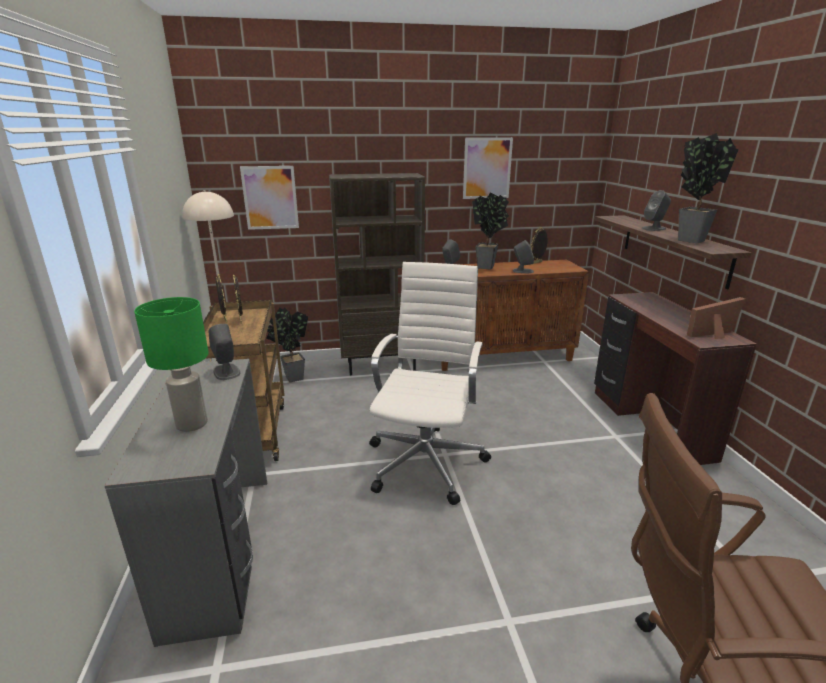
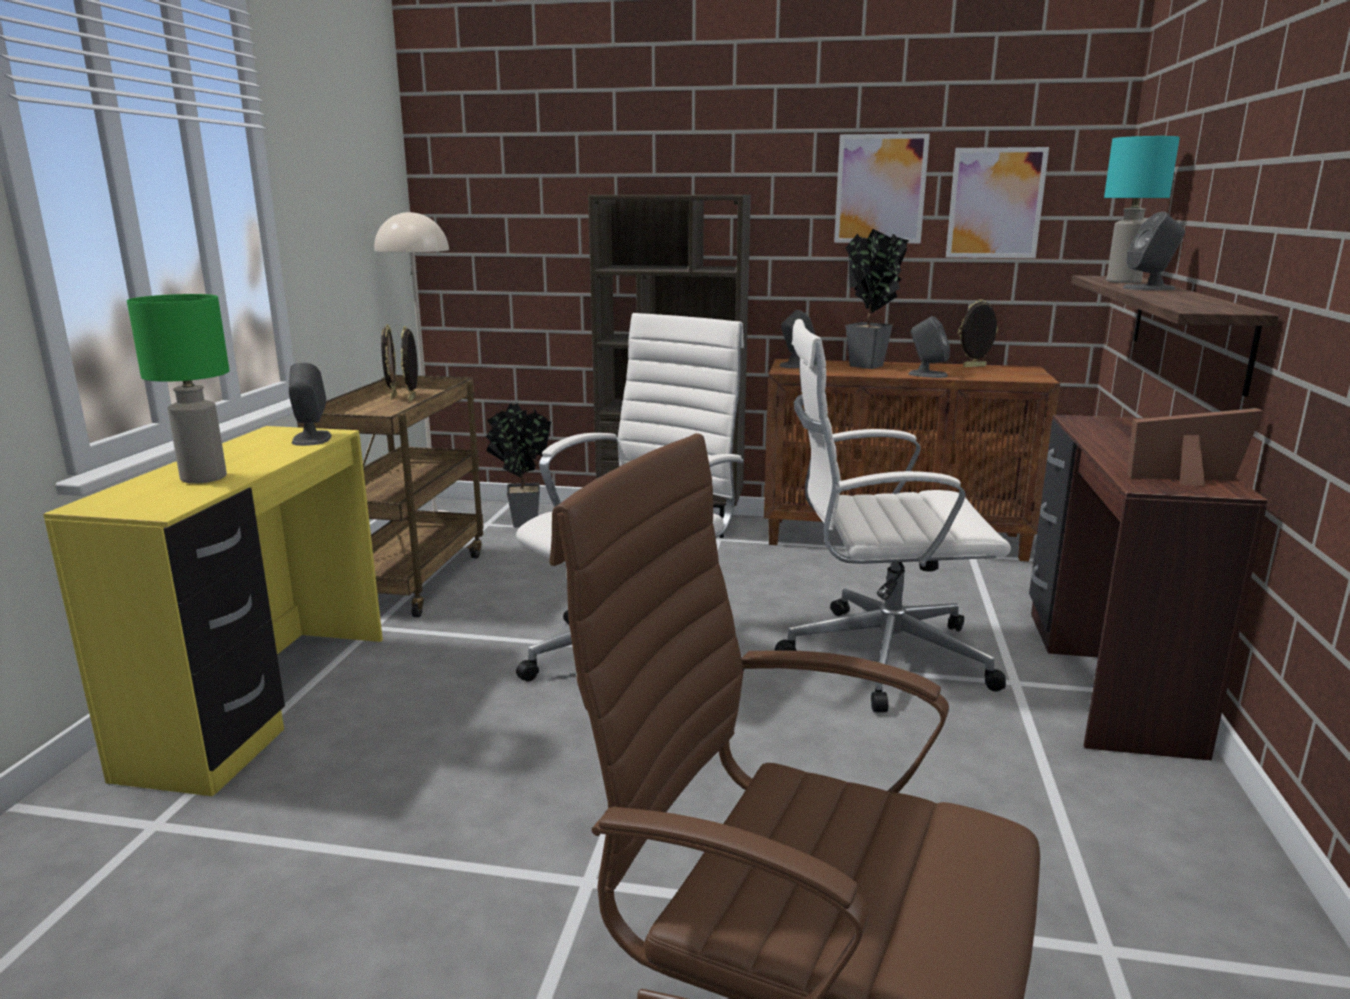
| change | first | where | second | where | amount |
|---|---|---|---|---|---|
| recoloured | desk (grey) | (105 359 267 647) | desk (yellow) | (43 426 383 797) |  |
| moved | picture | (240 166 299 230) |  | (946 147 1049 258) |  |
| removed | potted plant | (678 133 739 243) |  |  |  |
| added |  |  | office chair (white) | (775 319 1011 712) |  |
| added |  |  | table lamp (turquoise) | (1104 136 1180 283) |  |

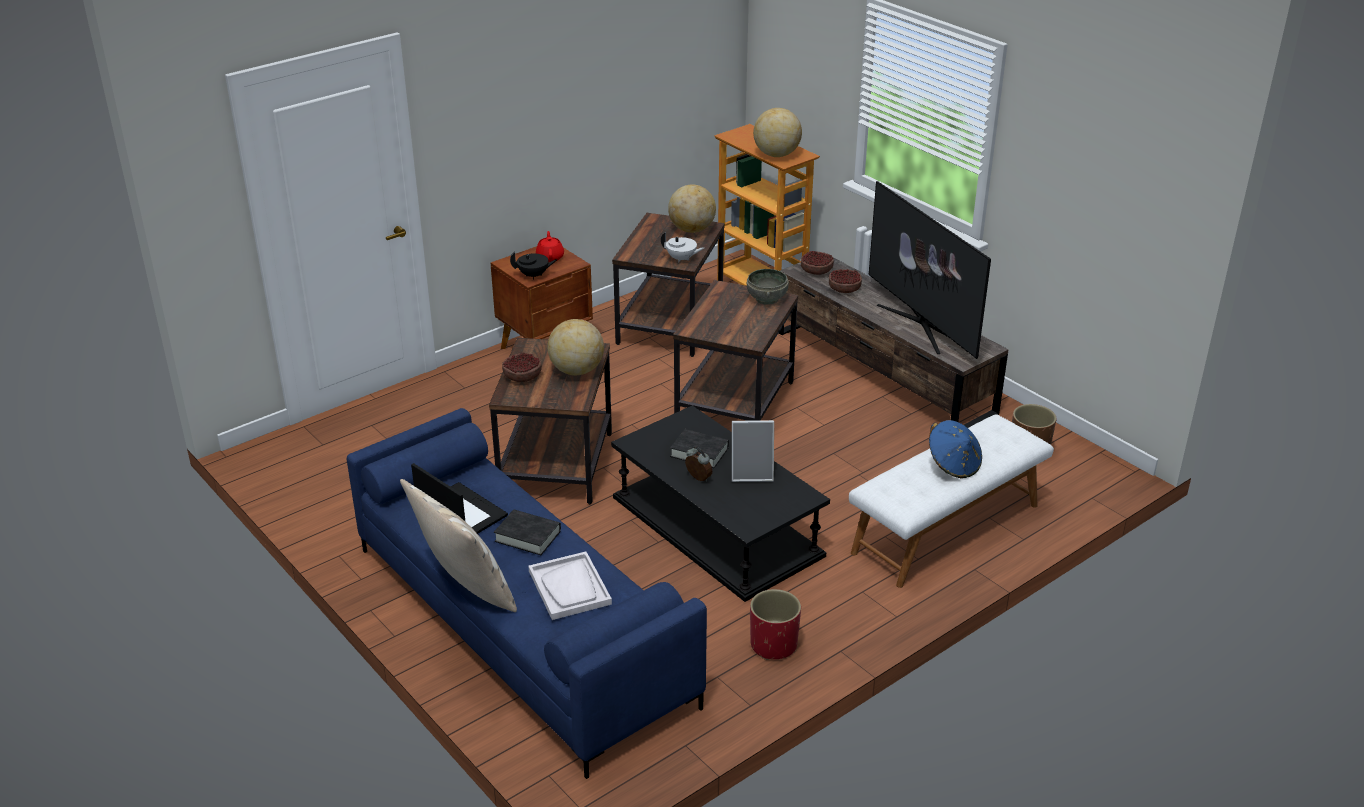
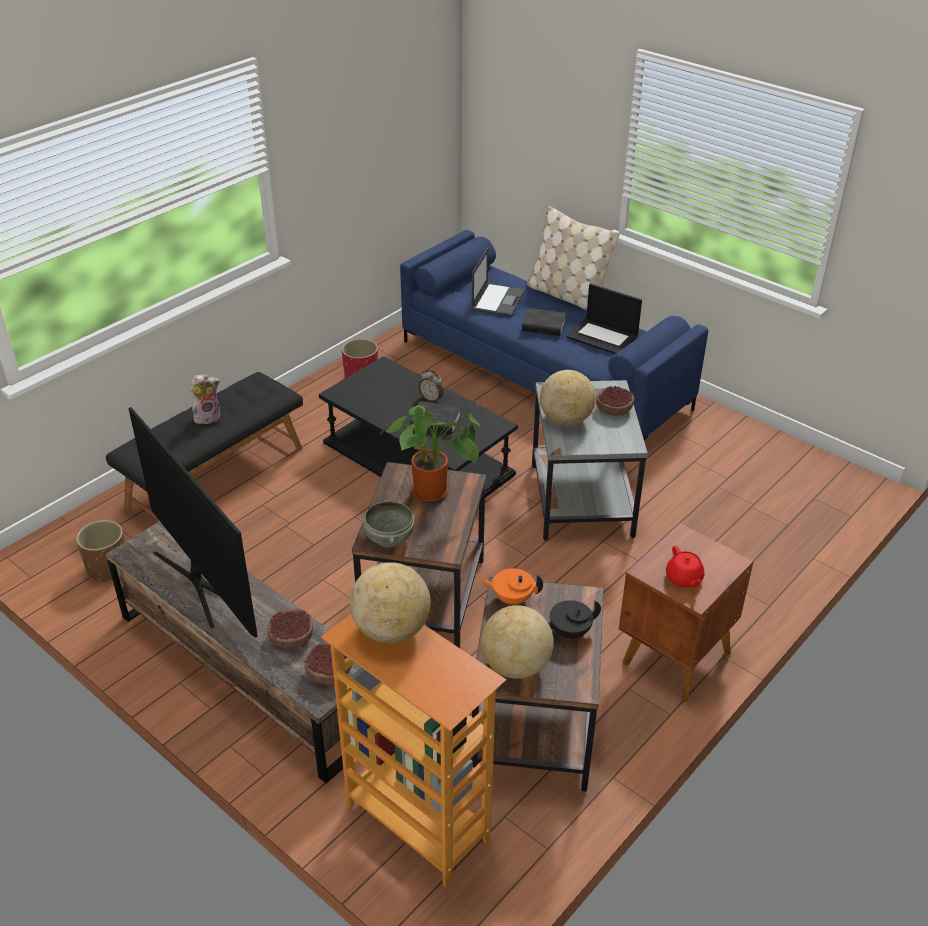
| change | first | where | second | where | amount |
|---|---|---|---|---|---|
| recoloured | side table (brown) | (489 338 612 504) | side table (grey) | (532 380 648 541) |  |
| moved | teapot (black) | (510 252 558 280) |  | (548 600 601 639) |  |
| replaced | tray (white) | (529 551 612 620) | laptop | (471 248 525 317) |  |
| recoloured | teapot (white) | (661 232 704 263) | teapot (orange) | (481 568 543 606) |  |
| removed | picture frame | (732 420 774 482) |  |  |  |
| recoloured | bench (white) | (849 414 1054 588) | bench (black) | (106 372 303 520) |  |
| replaced | hat (blue) | (929 420 982 478) | plush toy | (190 374 220 424) |  |
| added |  |  | potted plant | (380 405 481 502) |  |

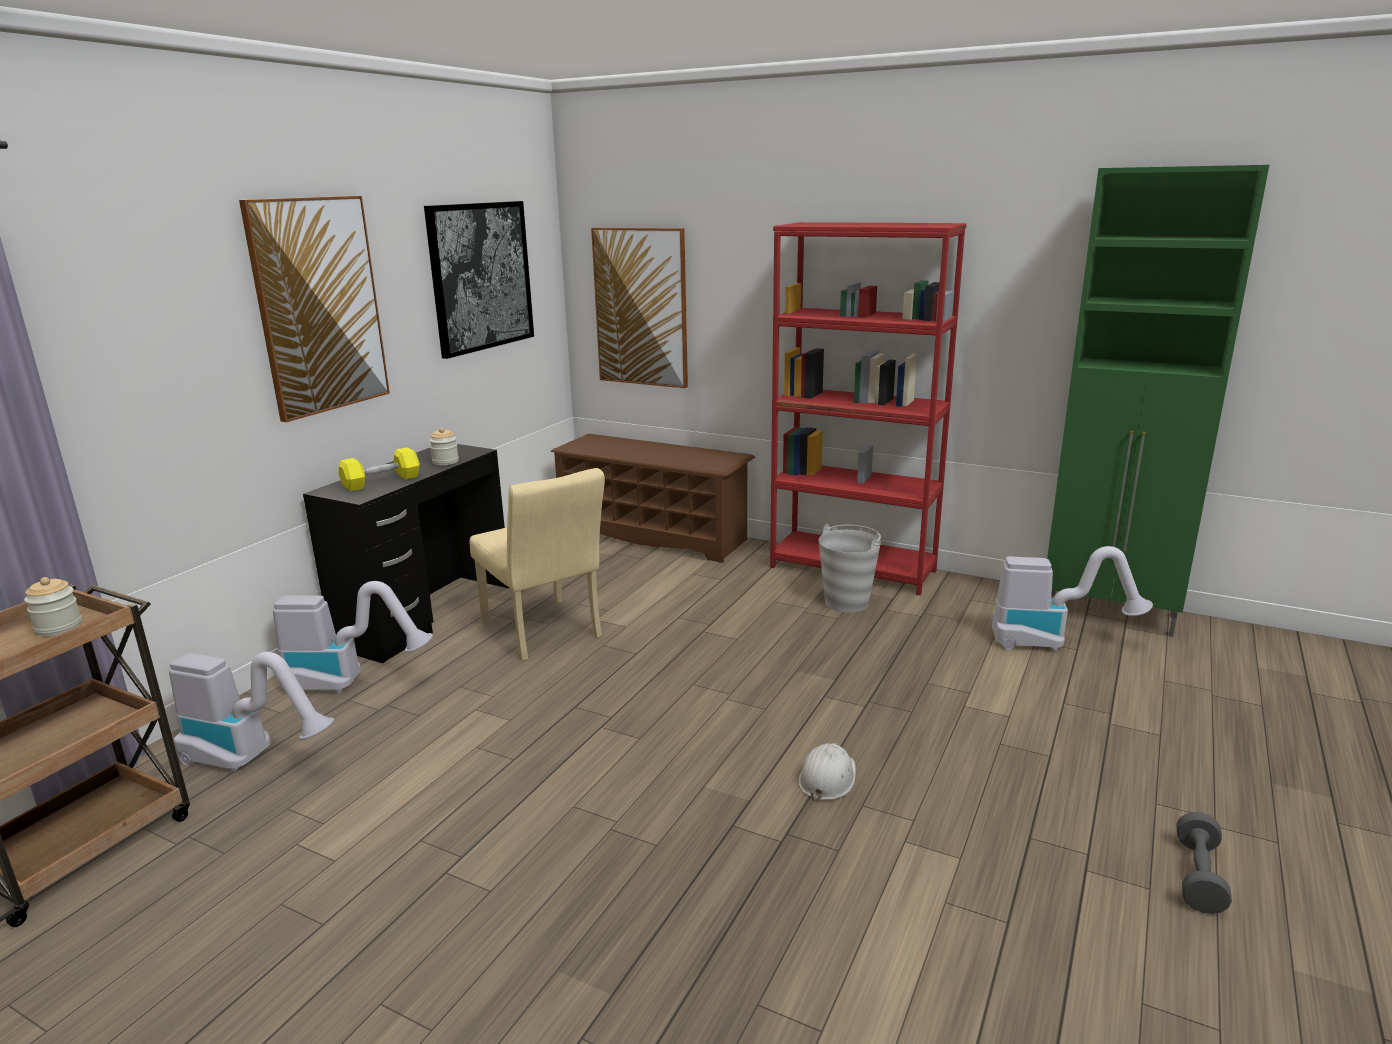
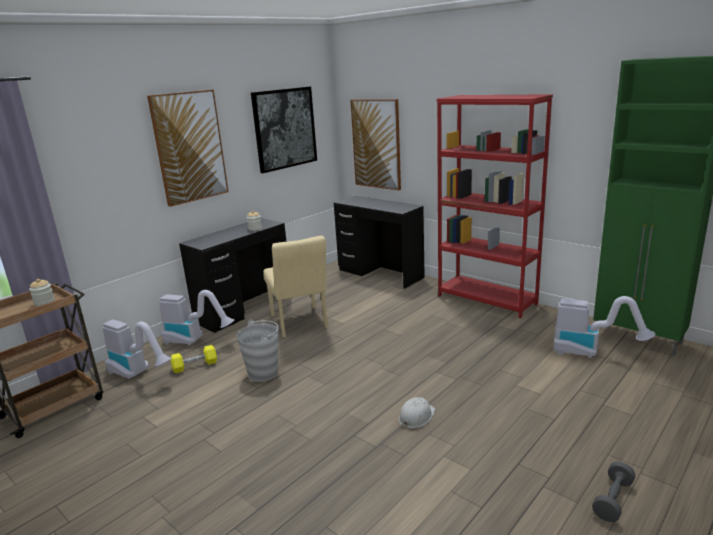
| change | first | where | second | where | amount |
|---|---|---|---|---|---|
| moved | dumbbell (yellow) | (339 447 420 491) |  | (171 345 217 373) |  |
| replaced | shoe rack (brown) | (550 434 755 563) | desk (black) | (334 196 425 289) |  |
| moved | bucket (grey) | (819 524 881 612) |  | (236 319 279 382) |  |

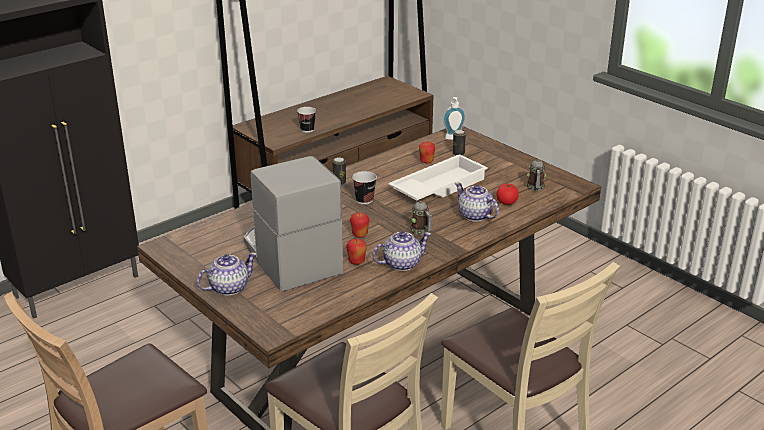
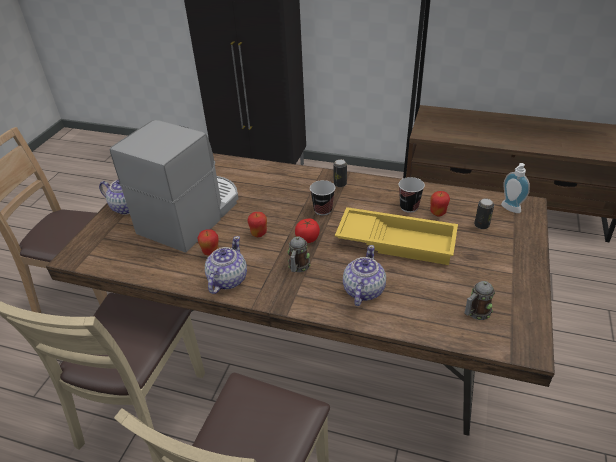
| change | first | where | second | where | amount |
|---|---|---|---|---|---|
| moved | cup | (297 107 316 132) |  | (399 177 425 213) |  |
| turned | teapot | (373 231 431 271) |  | (205 236 247 294) | 105 degrees counterclockwise |
| recoloured | tray (white) | (388 154 488 201) | tray (yellow) | (335 207 458 265) |  |
| moved | tomato | (497 184 519 205) |  | (295 219 320 243) |  |

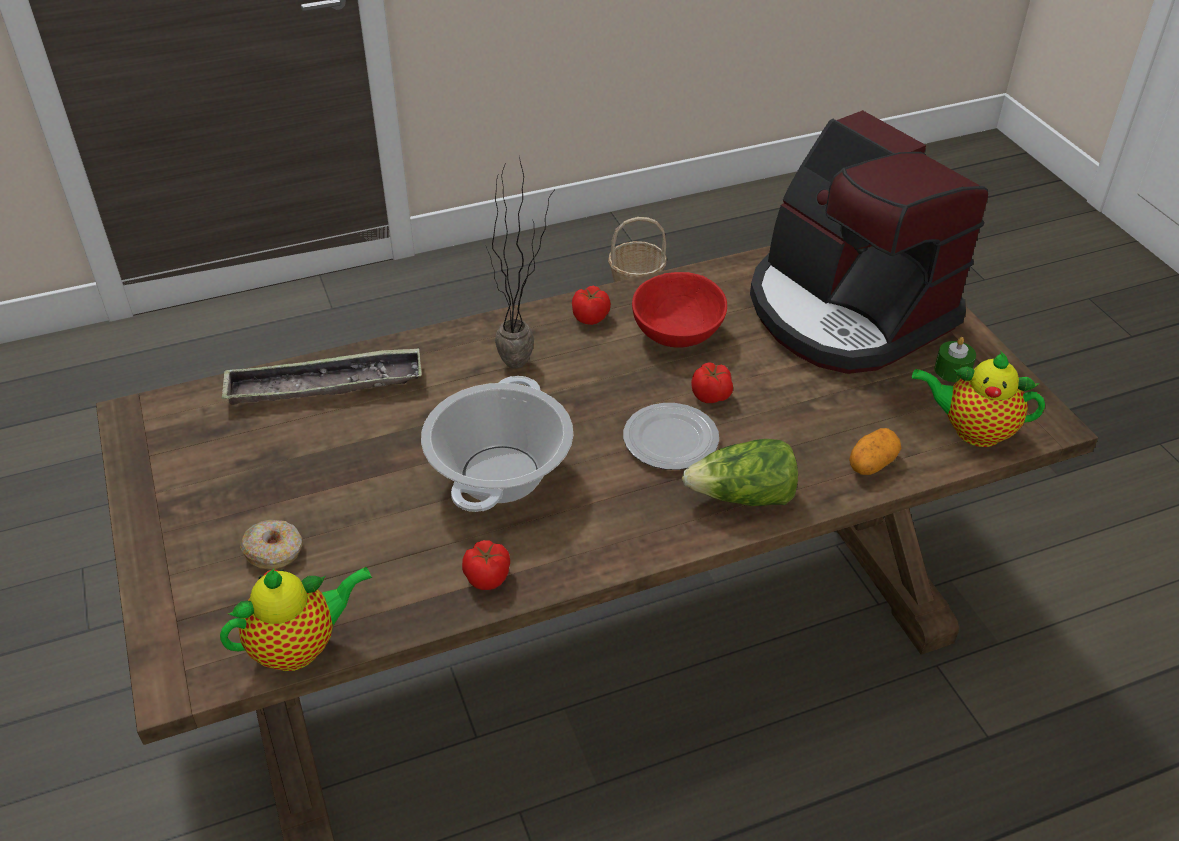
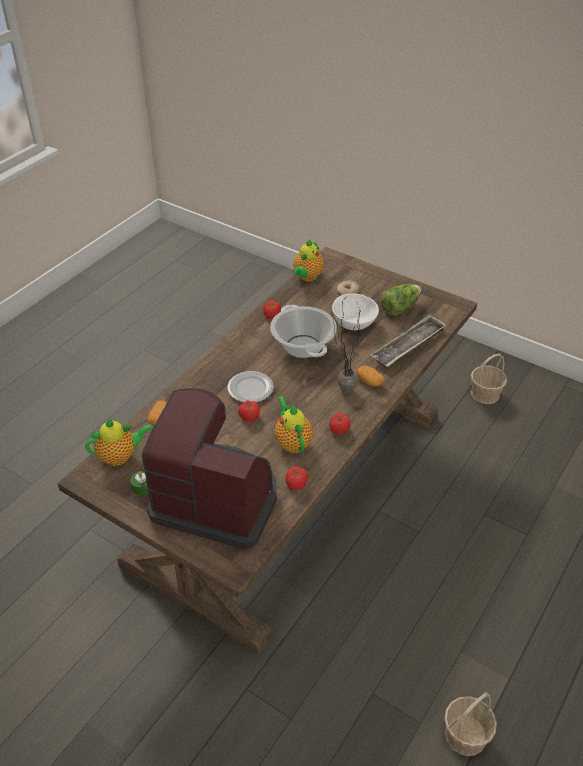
| change | first | where | second | where | amount |
|---|---|---|---|---|---|
| replaced | bowl (red) | (632 272 727 348) | teapot | (274 396 313 453) |  |
| moved | lettuce | (682 439 798 506) |  | (380 284 421 316) |  |
| added |  |  | tomato | (286 466 308 490) |  |
| added |  |  | bowl (white) | (332 293 379 330) |  |
| added |  |  | potato | (356 366 384 387) |  |
| added |  |  | basket | (471 354 507 404) |  |

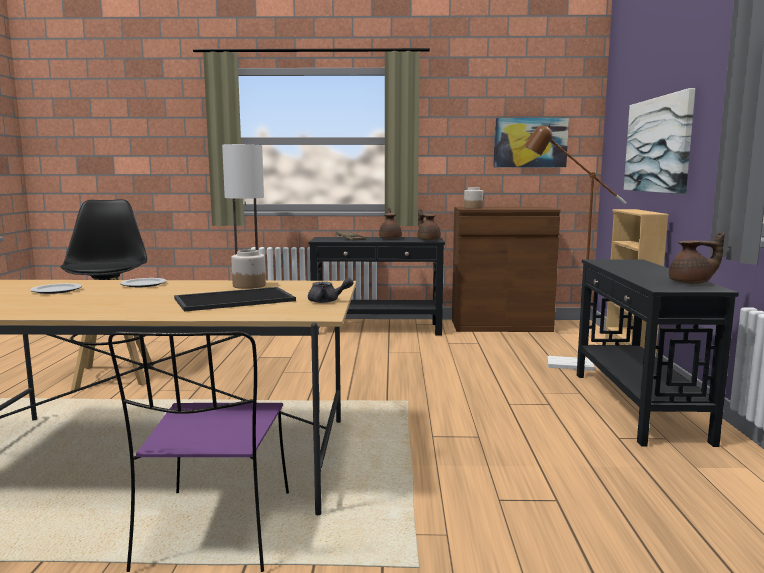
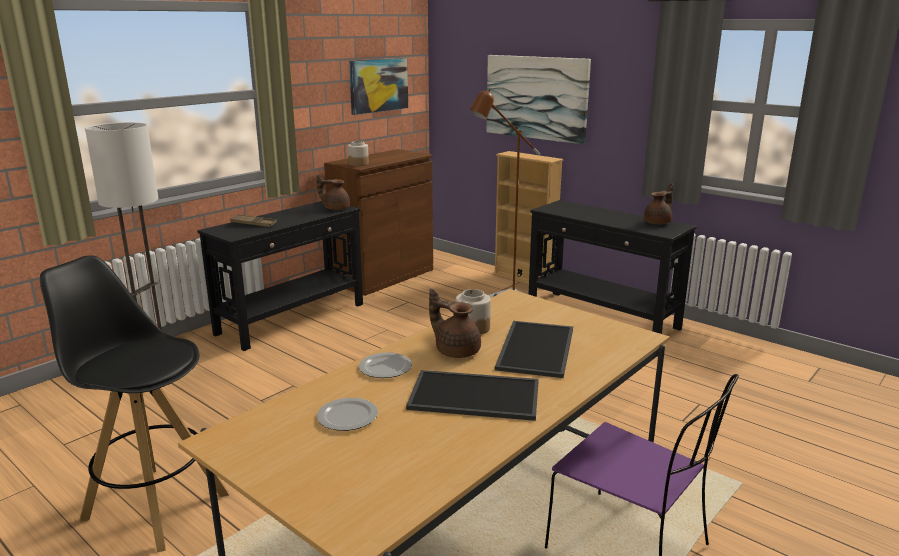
| change | first | where | second | where | amount |
|---|---|---|---|---|---|
| removed | teapot (grey) | (308 278 353 303) |  |  |  |
| moved | teapot (brown) | (379 207 402 239) |  | (429 288 481 358) |  |
| added |  |  | tray | (406 370 539 421) |  |

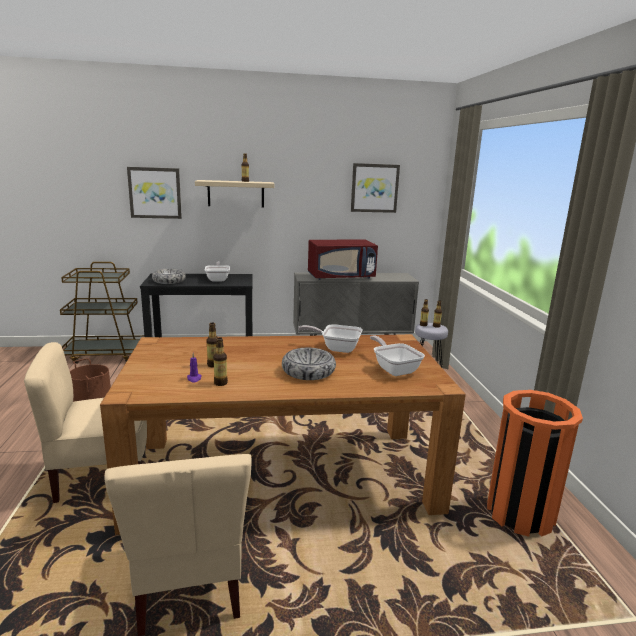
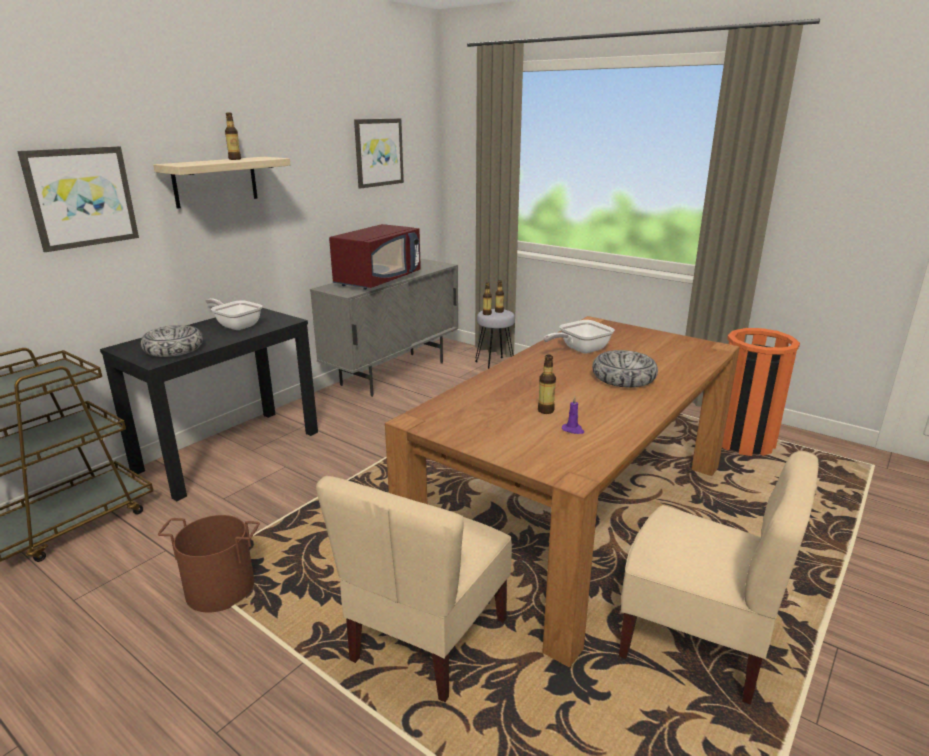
| change | first | where | second | where | amount |
|---|---|---|---|---|---|
| removed | bottle | (213 337 228 386) |  |  |  |
| removed | frying pan | (370 335 425 376) |  |  |  |

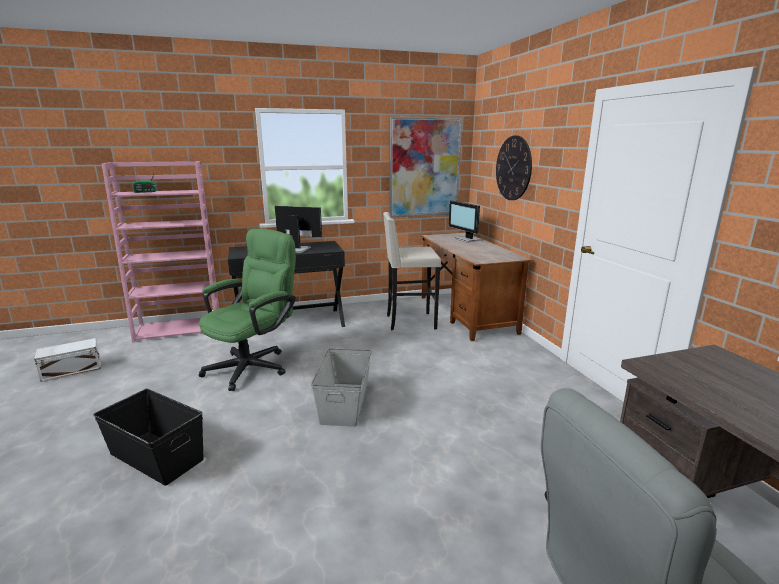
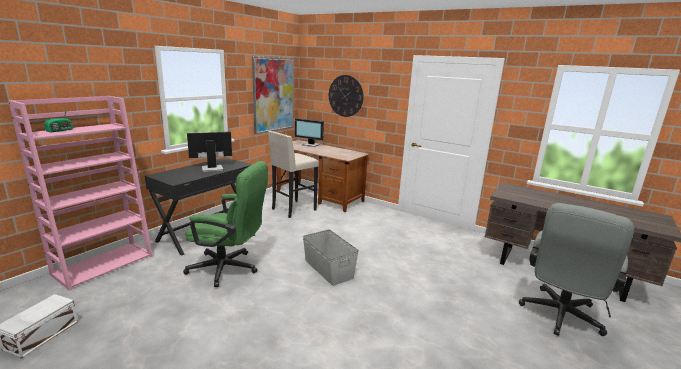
| change | first | where | second | where | amount |
|---|---|---|---|---|---|
| removed | storage box (black) | (93 389 204 486) |  |  |  |
| turned | office chair (green) | (199 228 296 391) |  | (183 161 268 287) | 105 degrees clockwise |

